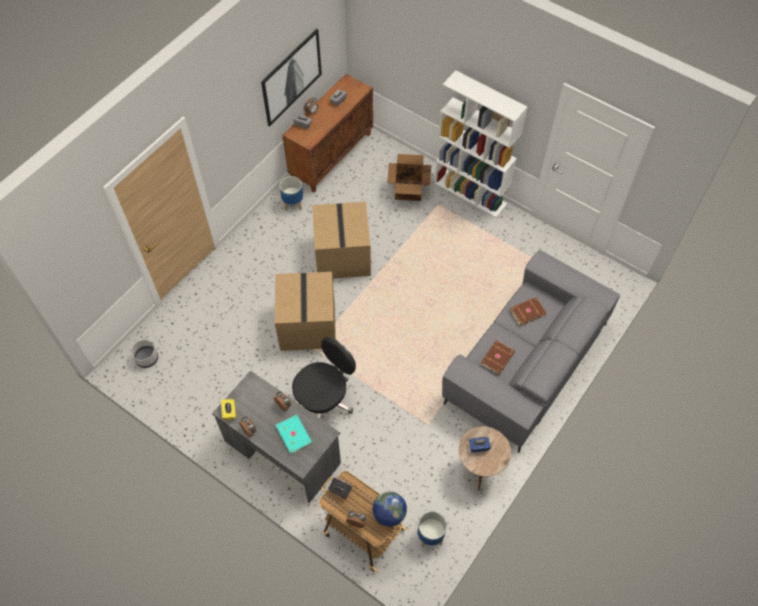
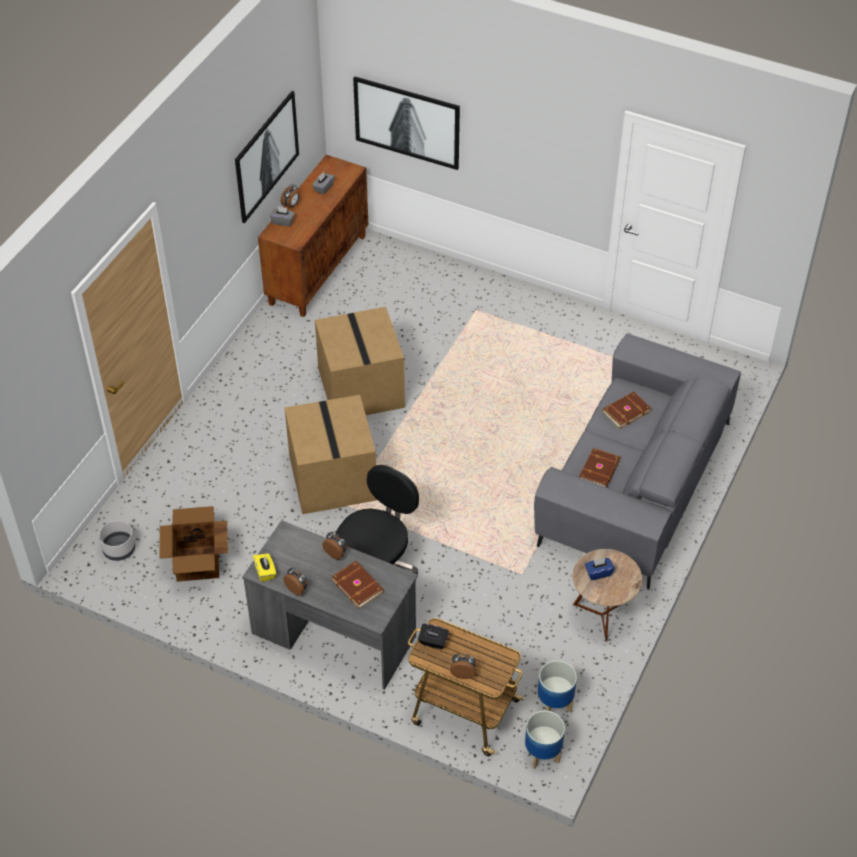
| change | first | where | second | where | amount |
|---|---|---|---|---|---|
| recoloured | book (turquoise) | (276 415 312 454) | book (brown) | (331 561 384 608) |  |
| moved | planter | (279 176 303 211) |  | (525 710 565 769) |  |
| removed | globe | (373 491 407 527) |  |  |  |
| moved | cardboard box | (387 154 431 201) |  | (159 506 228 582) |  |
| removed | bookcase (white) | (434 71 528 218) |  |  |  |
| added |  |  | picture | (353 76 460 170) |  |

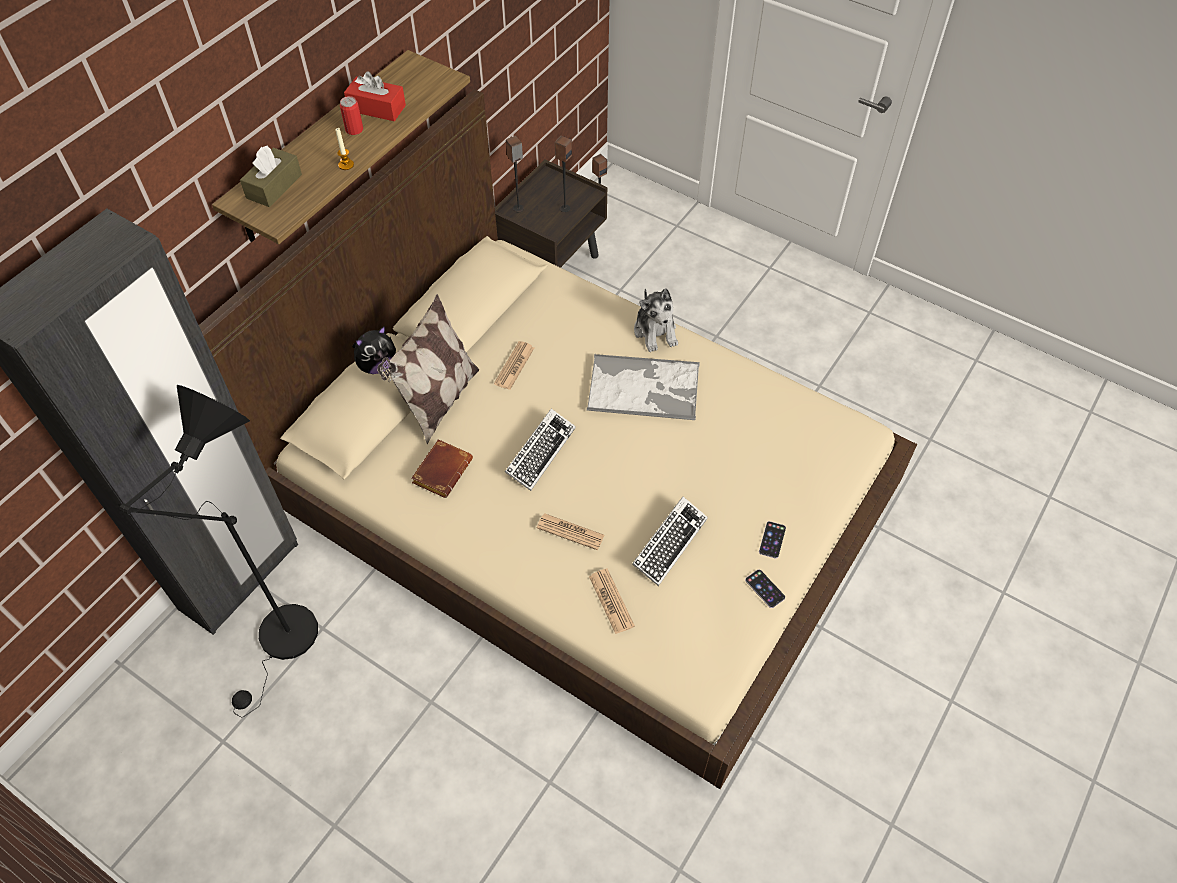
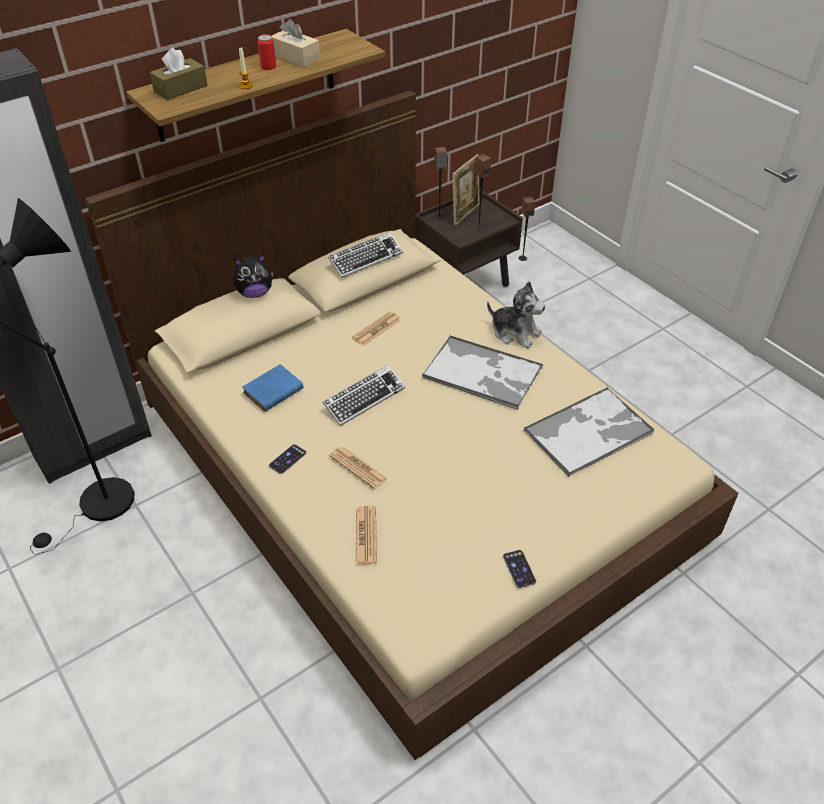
| change | first | where | second | where | amount |
|---|---|---|---|---|---|
| recoloured | tissue box (red) | (344 71 406 121) | tissue box (beige) | (272 19 320 67) |  |
| removed | pillow | (377 294 479 445) |  |  |  |
| recoloured | book (brown) | (411 439 473 498) | book (blue) | (242 364 303 412) |  |
| moved | keyboard | (632 497 708 586) |  | (328 232 403 278) |  |
| turned | plush toy | (634 288 678 352) |  | (487 281 545 348) | 60 degrees counterclockwise |
| moved | phone | (759 521 786 559) |  | (269 444 306 474) |  |
| added |  |  | picture frame | (452 154 480 226) |  |
| added |  |  | tray | (524 387 654 477) |  |

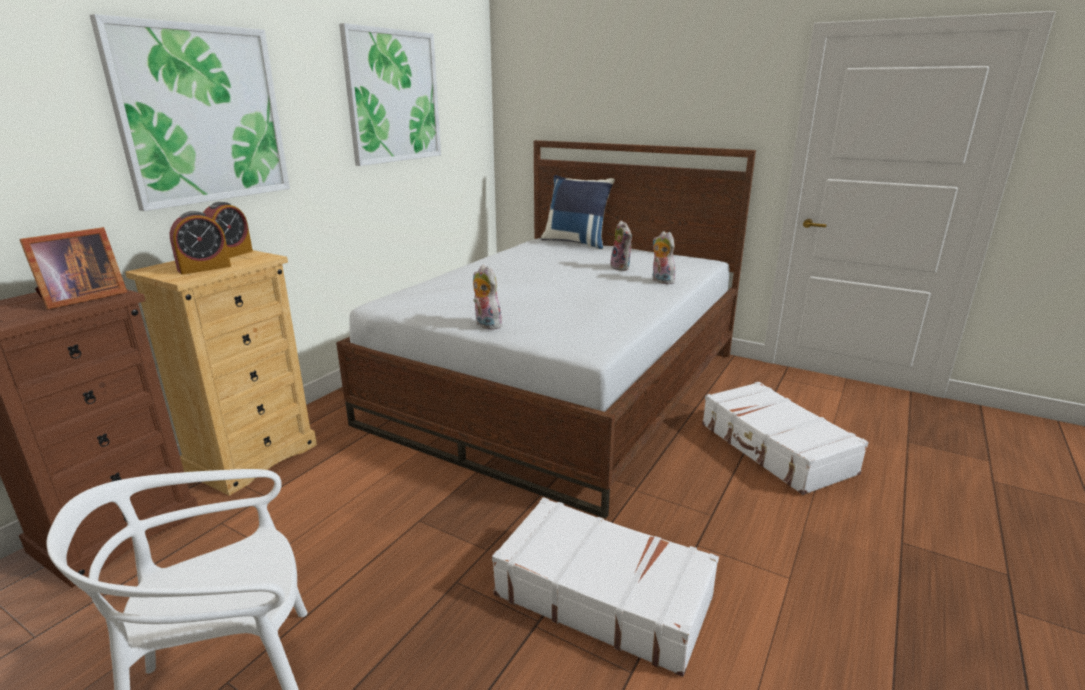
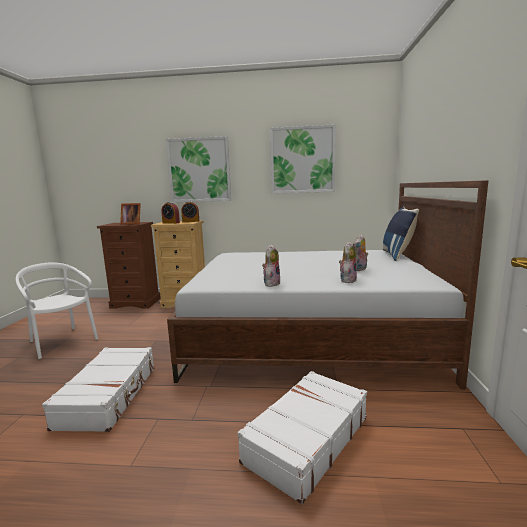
| change | first | where | second | where | amount |
|---|---|---|---|---|---|
| moved | plush toy | (473 265 502 330) |  | (262 245 280 287) |  |

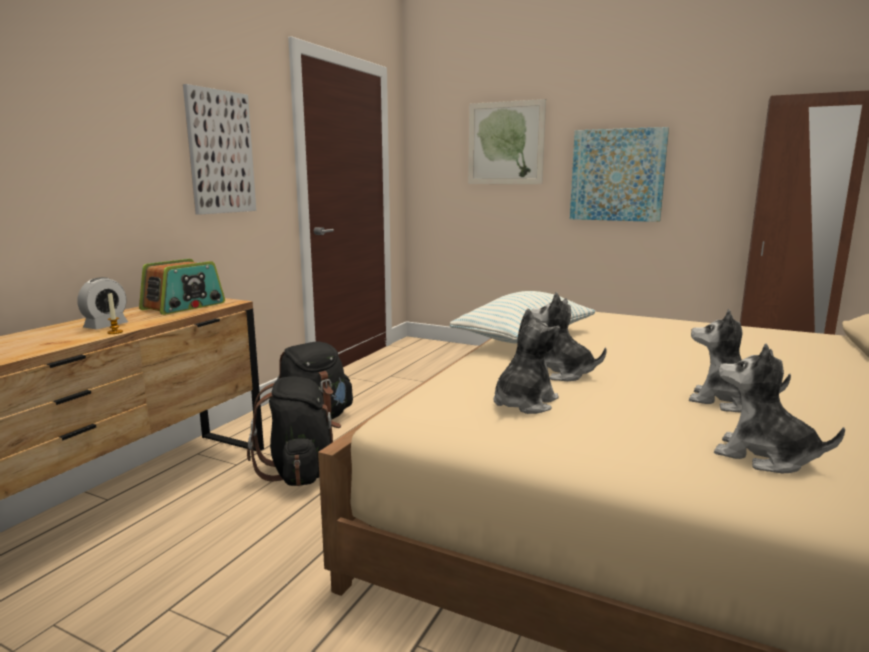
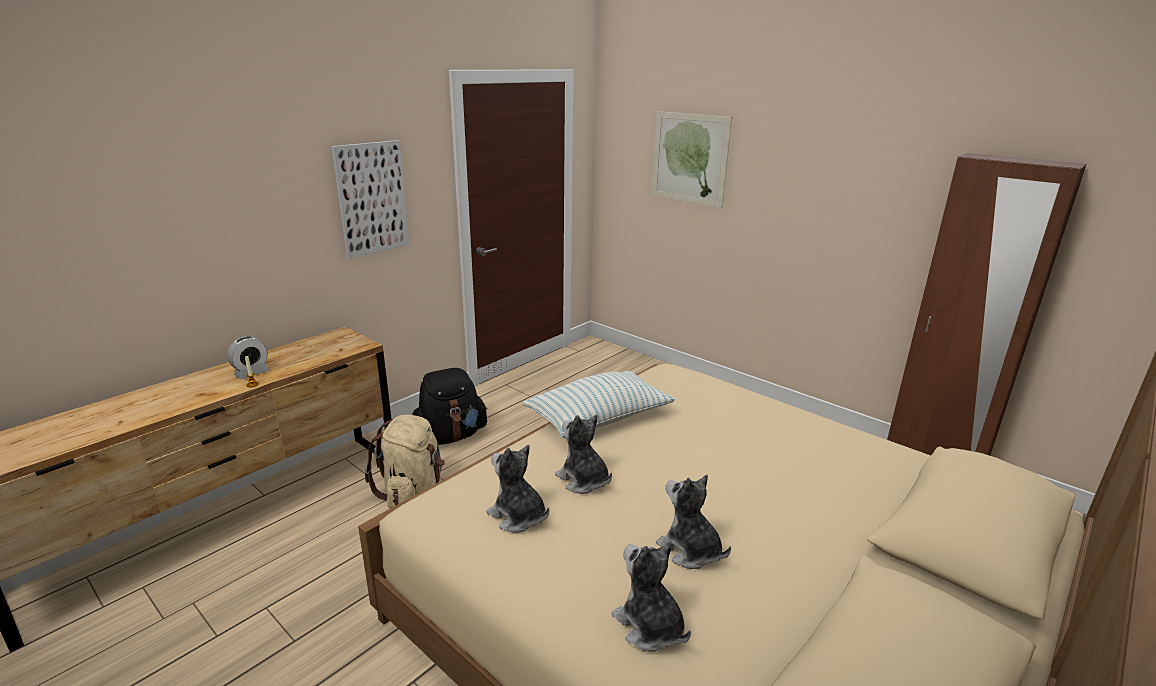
| change | first | where | second | where | amount |
|---|---|---|---|---|---|
| removed | radio | (139 259 225 315) |  |  |  |
| recoloured | backpack (black) | (247 376 341 486) | backpack (beige) | (365 415 445 509) |  |
| turned | plush toy | (493 309 561 414) |  | (487 445 549 533) | 105 degrees counterclockwise |
| removed | picture | (570 127 669 222) |  |  |  |

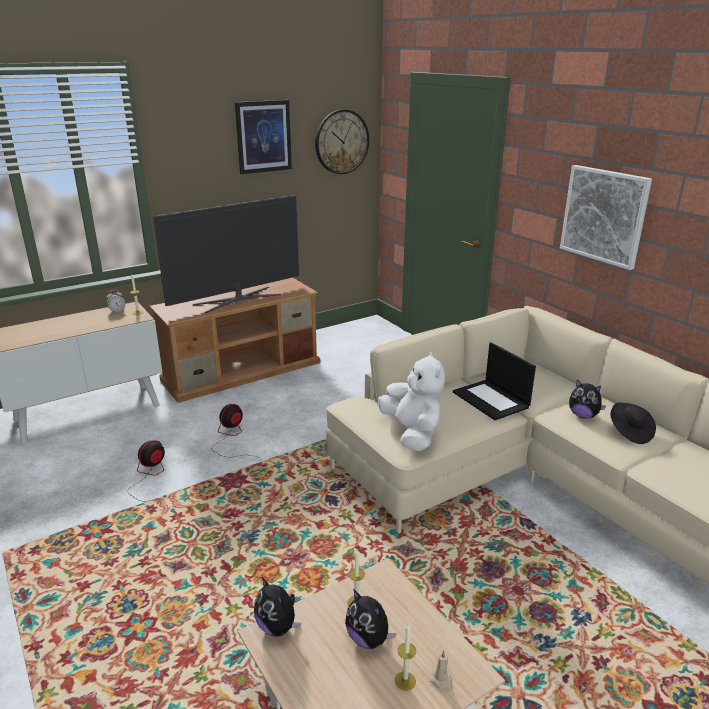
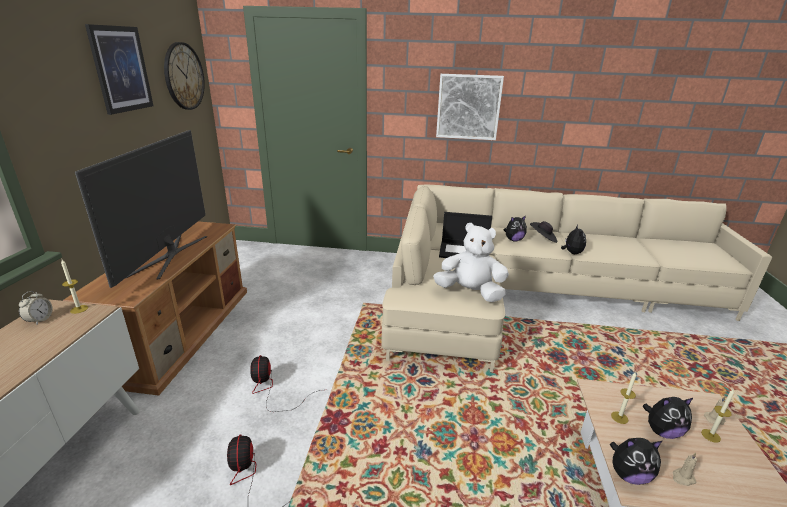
| change | first | where | second | where | amount |
|---|---|---|---|---|---|
| added |  |  | plush toy | (561 225 586 254) |  |
| added |  |  | candle (beige) | (673 452 697 486) |  |

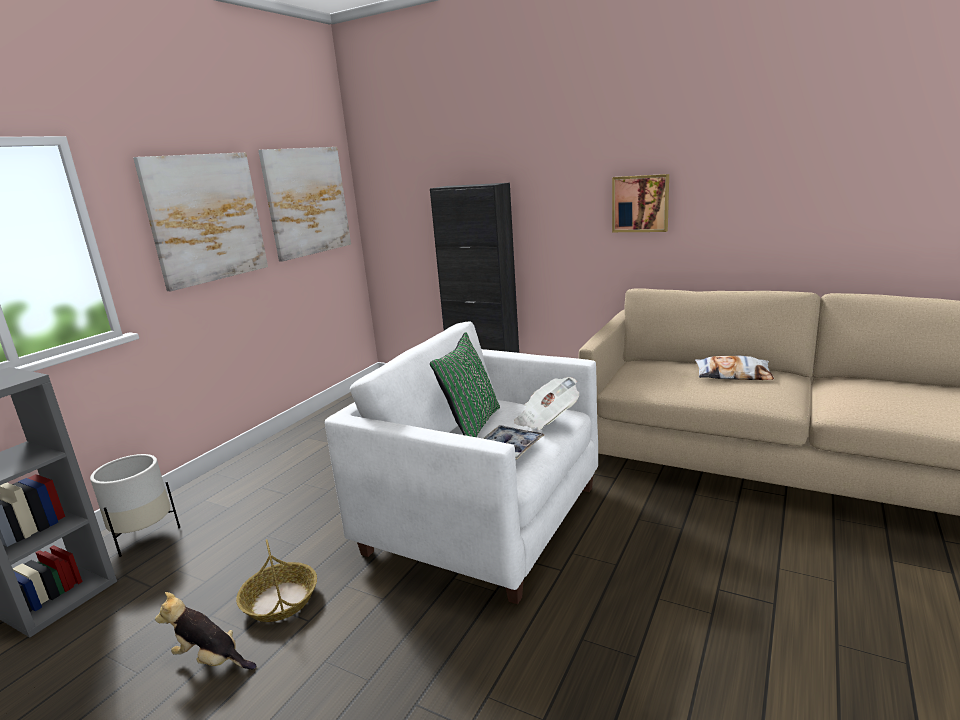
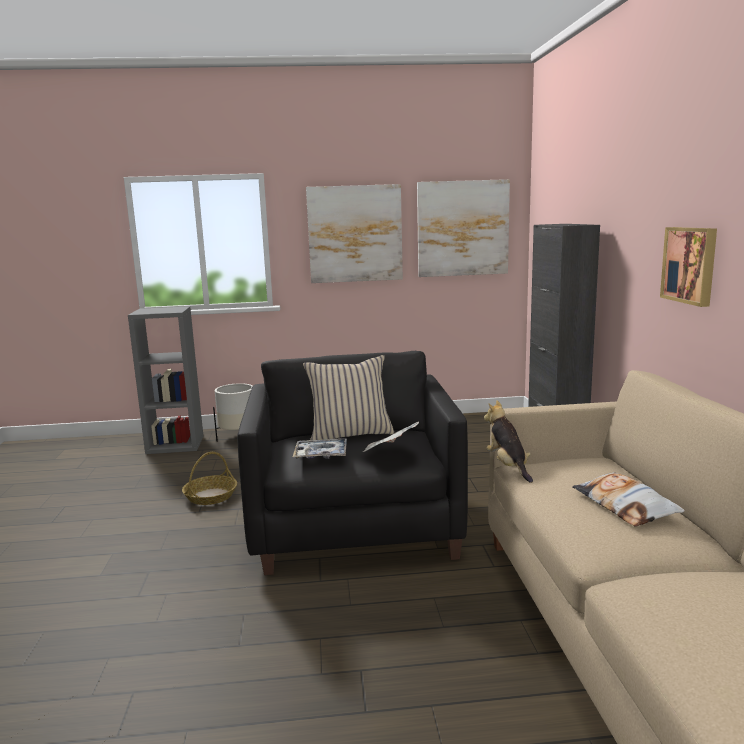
| change | first | where | second | where | amount |
|---|---|---|---|---|---|
| moved | plush toy | (155 592 257 669) |  | (484 400 533 483) |  |
| recoloured | armchair (white) | (325 321 598 604) | armchair (black) | (237 351 468 575) |  |
| recoloured | pillow (green) | (430 332 500 437) | pillow (beige) | (303 355 394 440) |  |

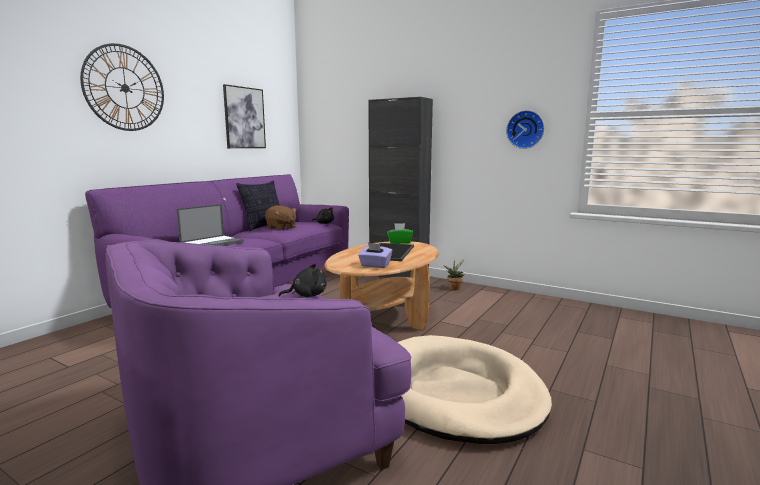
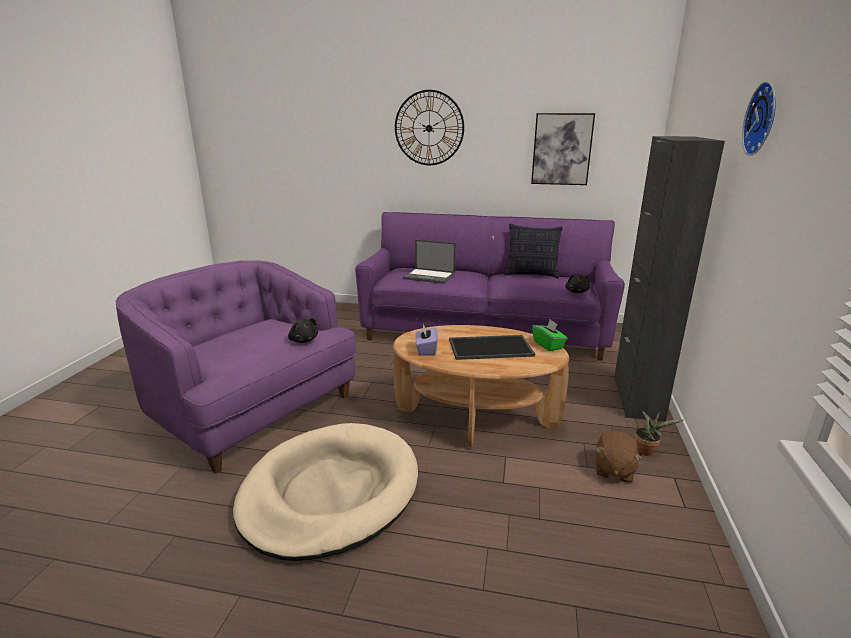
| change | first | where | second | where | amount |
|---|---|---|---|---|---|
| moved | plush toy (brown) | (265 205 297 231) |  | (595 431 642 483) |  |
| moved | wall clock | (506 110 544 149) |  | (742 81 776 156) |  |

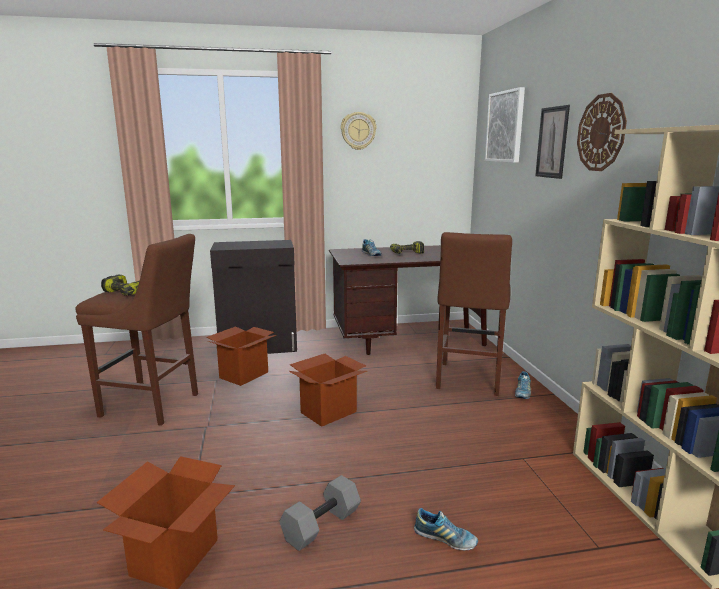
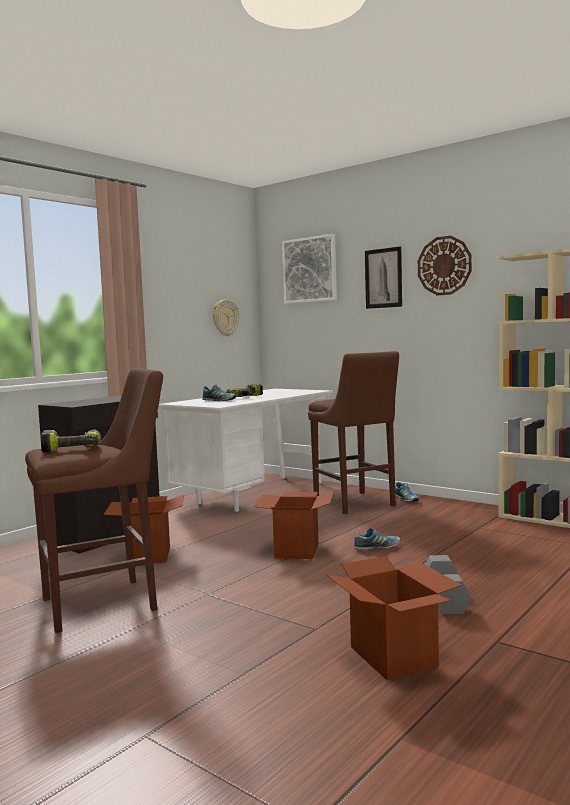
| change | first | where | second | where | amount |
|---|---|---|---|---|---|
| recoloured | desk (brown) | (329 245 487 355) | desk (white) | (159 389 333 512) |  |
| moved | wall clock | (341 112 377 150) |  | (213 299 239 336) |  |
| moved | shoe | (414 508 478 550) |  | (354 528 400 550) |  |

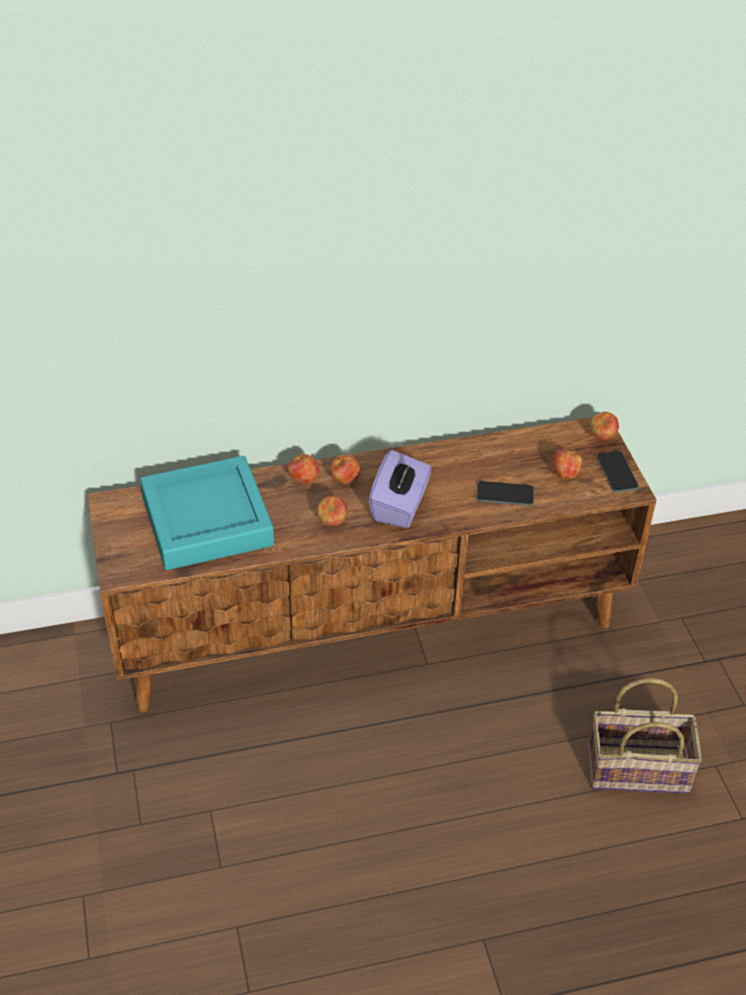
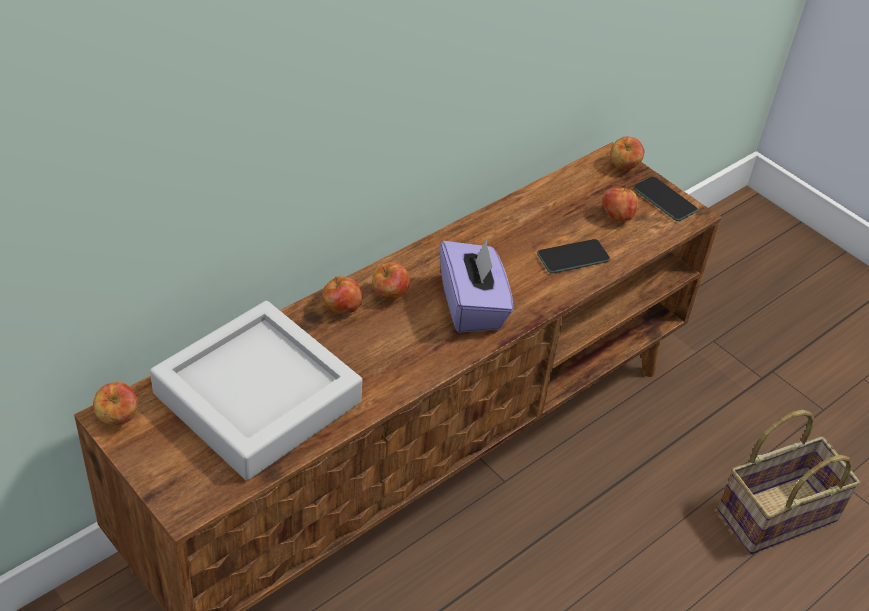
| change | first | where | second | where | amount |
|---|---|---|---|---|---|
| recoloured | tray (turquoise) | (140 456 274 570) | tray (grey) | (150 300 362 480) |  |
| moved | apple | (317 496 348 526) |  | (93 382 138 426) |  |

